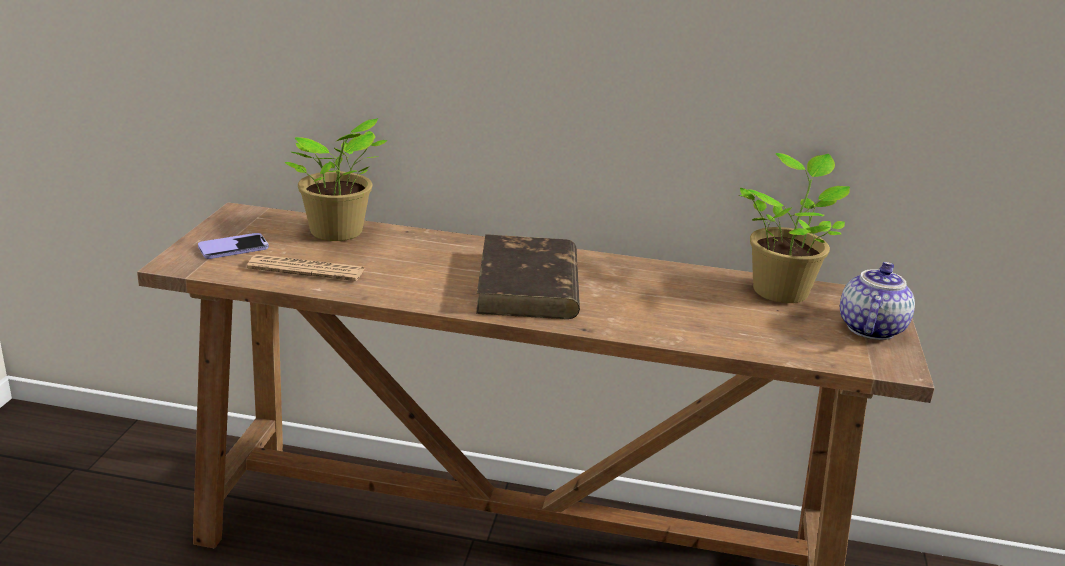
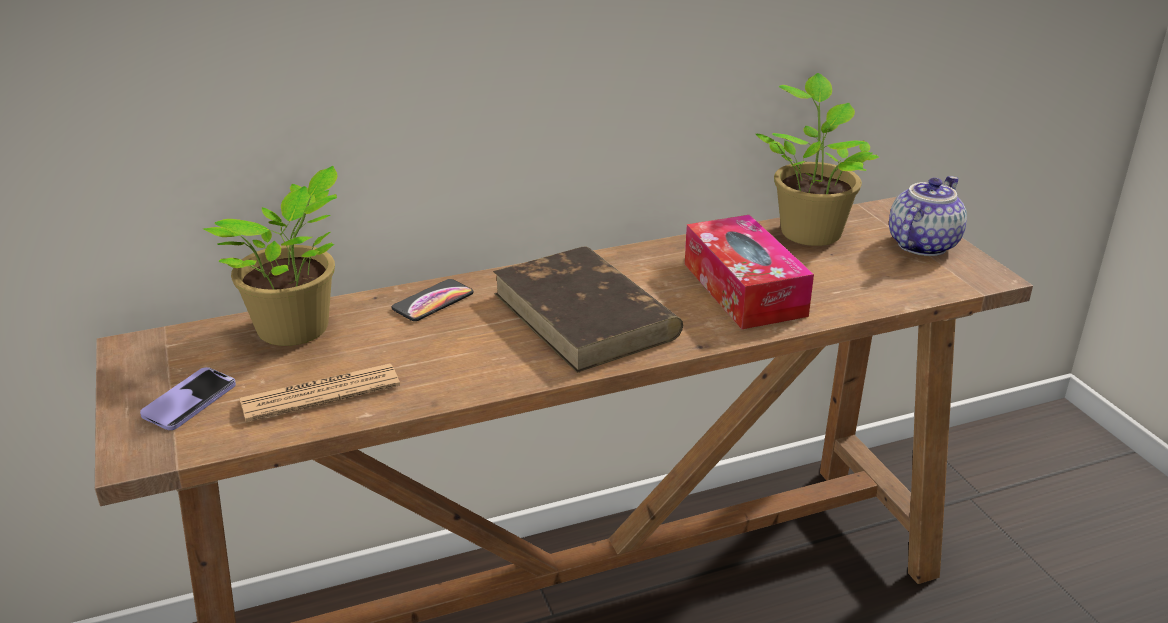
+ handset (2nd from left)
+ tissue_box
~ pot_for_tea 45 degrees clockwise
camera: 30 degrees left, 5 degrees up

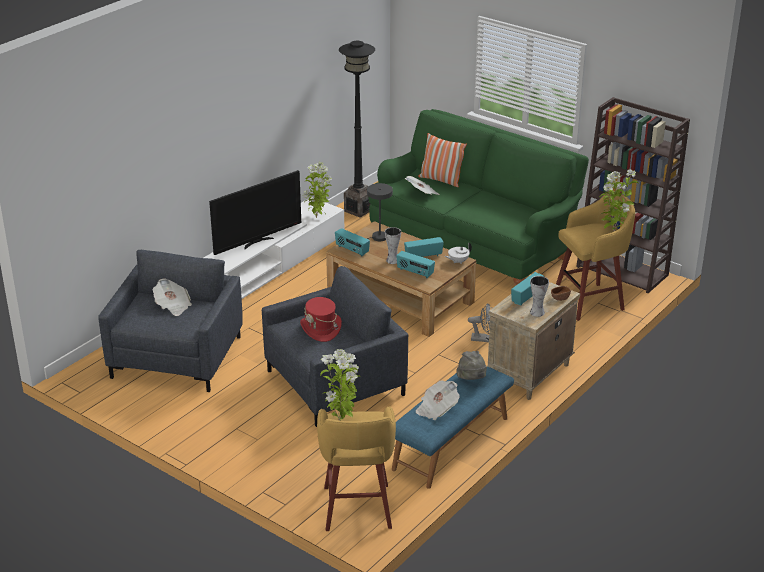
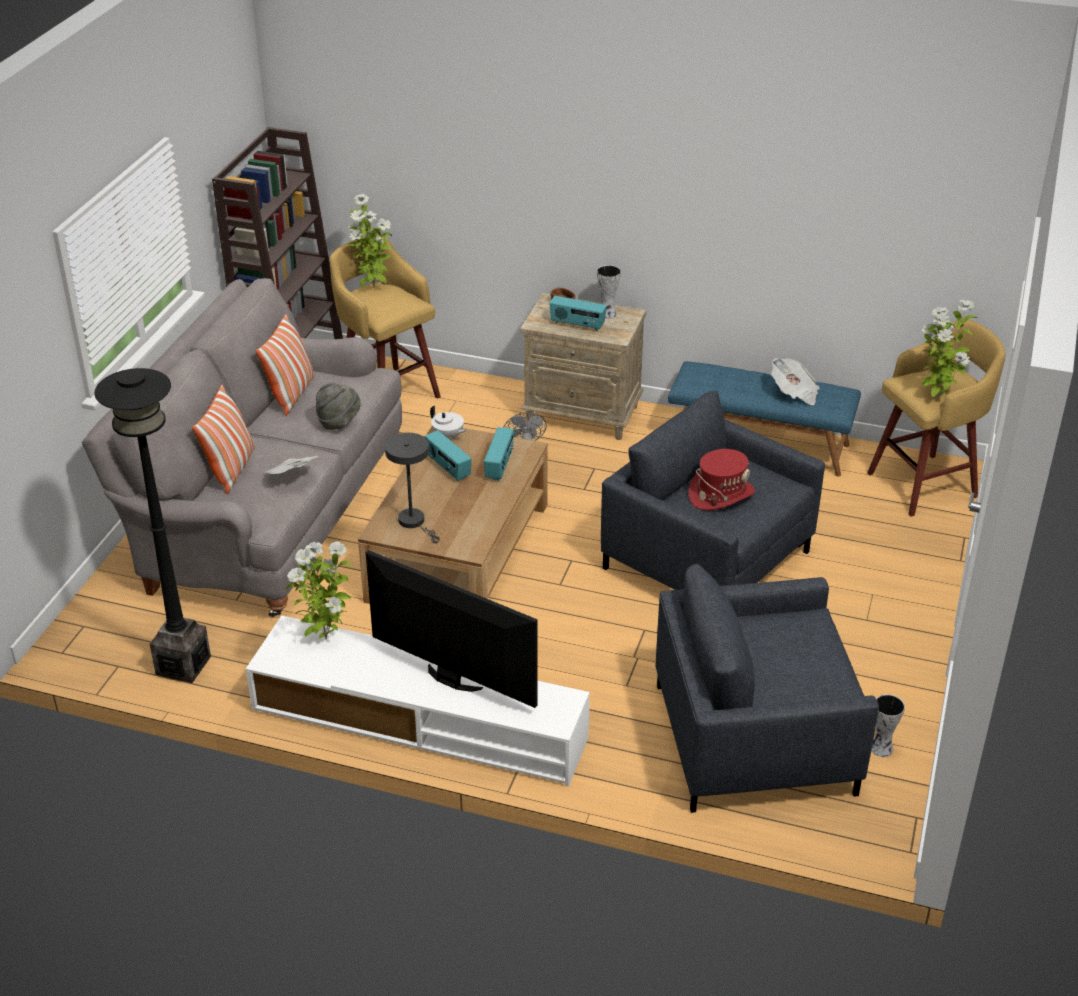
~ greenish_sofa to grey_sofa
+ cushion (2nd from left)
~ grey_hat
~ decorative_vase (1st from left in the first image) to decorative_vase (2nd from left)
- printed_paper (1st from left)
- radio_receiver (1st from left)
camera: 110 degrees left, 5 degrees up

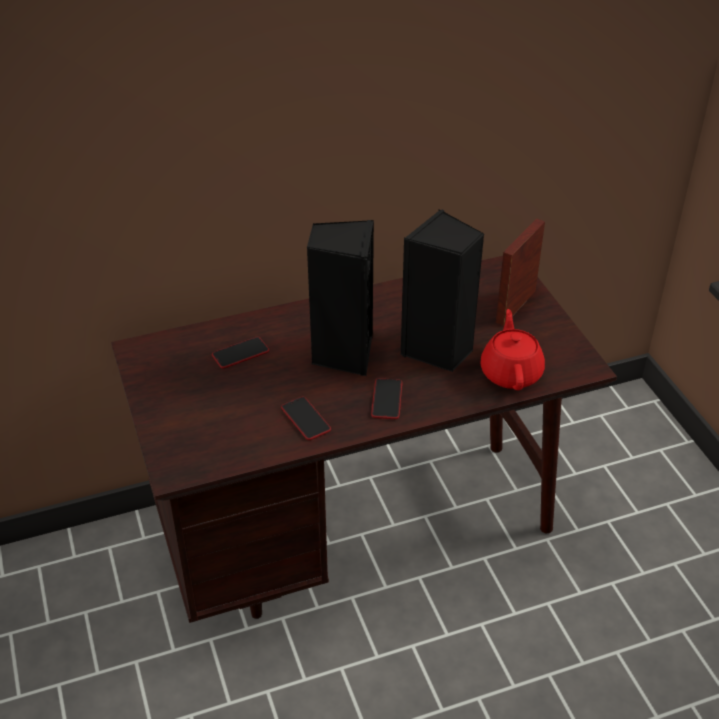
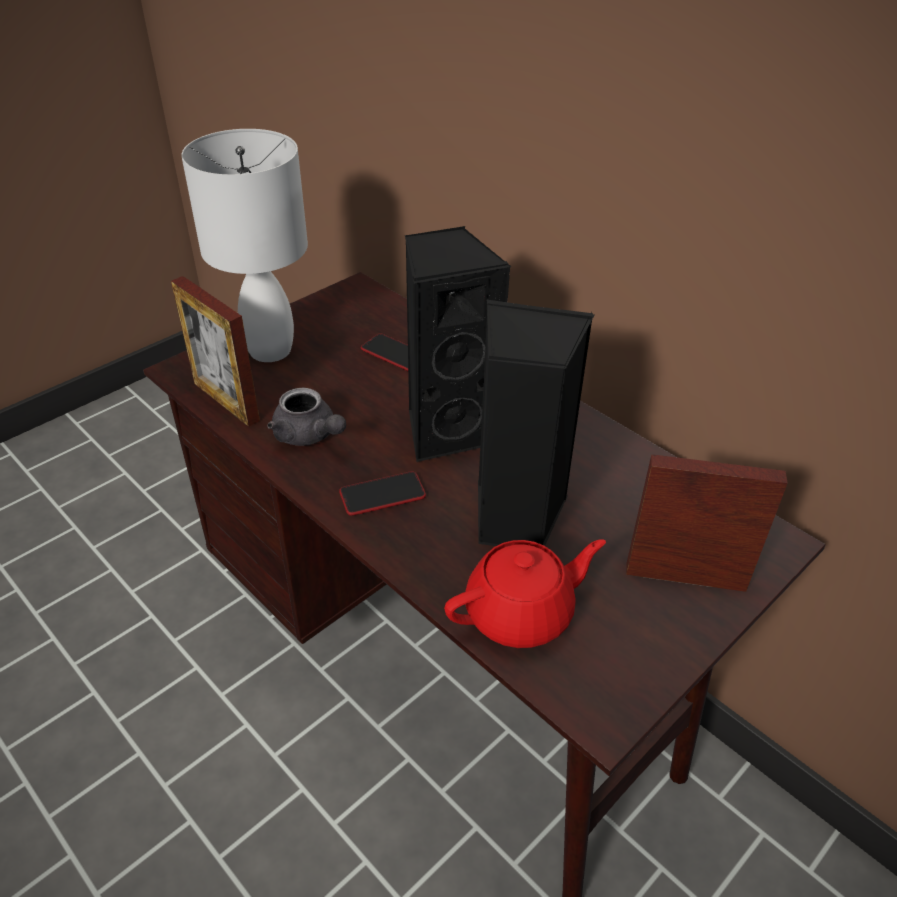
+ standing_frame (1st from left)
+ white_lamp_for_a_table
~ handset (2nd from left) to grey_pot_for_tea
camera: 65 degrees right, 0 degrees up

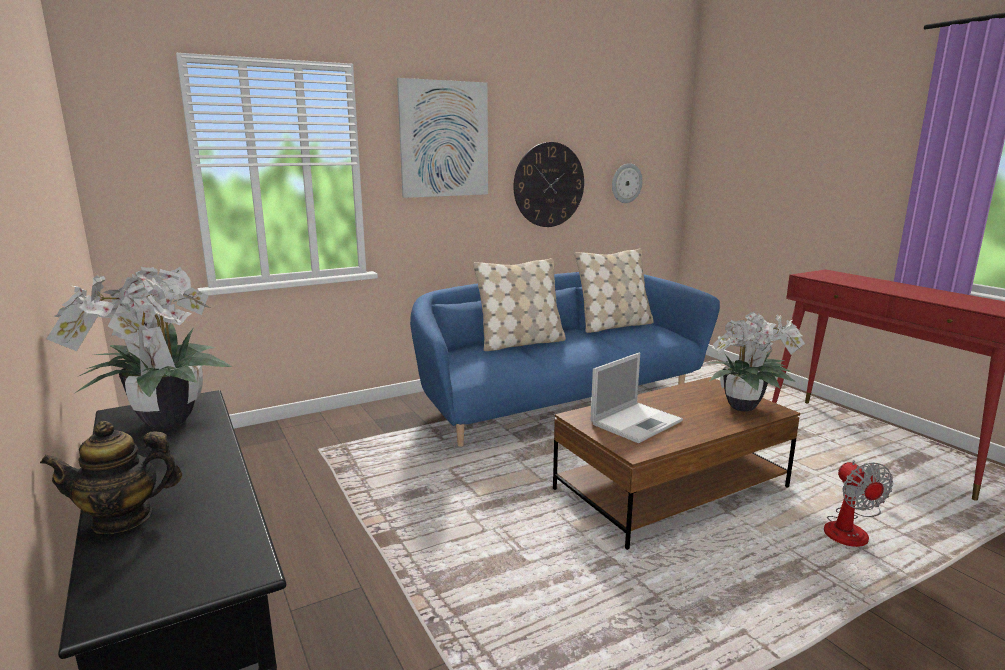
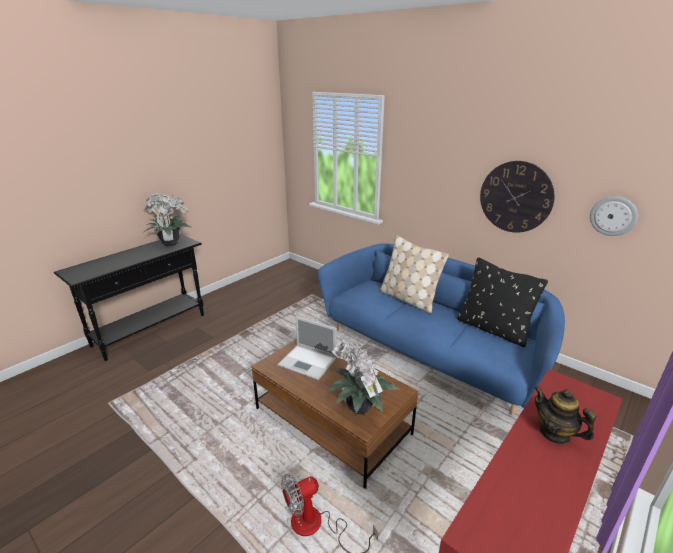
~ sand-coloured_cushion (2nd from left) to blackish_cushion
~ pot_for_tea
- picture
camera: 70 degrees right, 10 degrees up

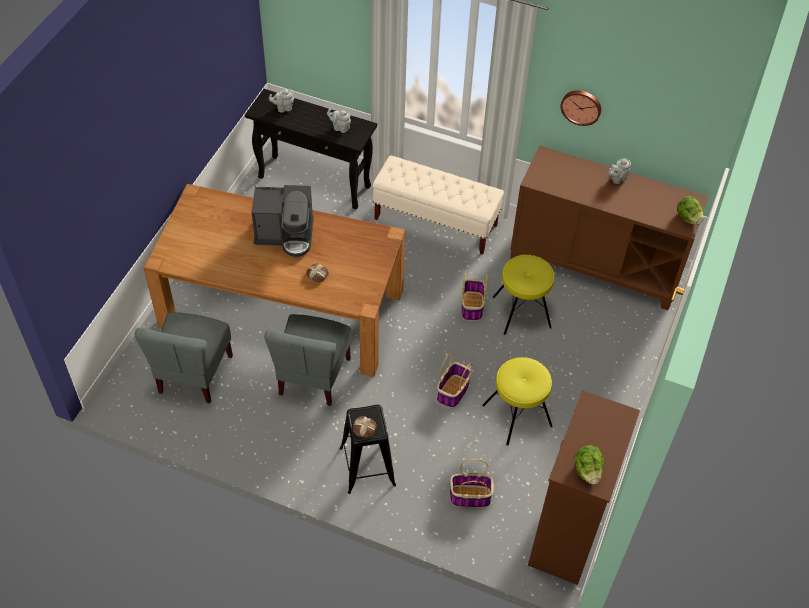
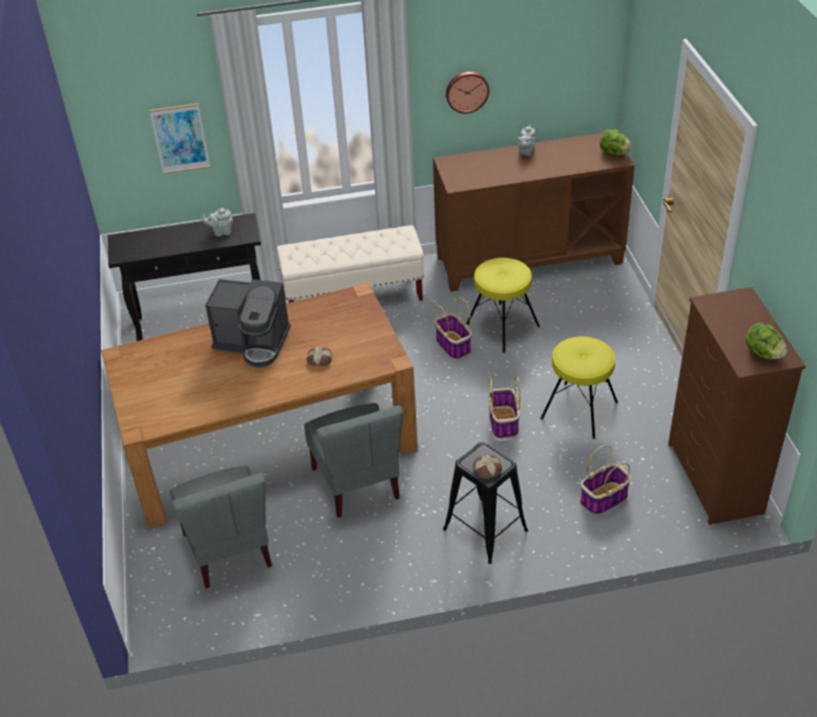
+ picture
~ coffee_maker 45 degrees clockwise
- grey_pot_for_tea (1st from left)
camera: 30 degrees left, 10 degrees down

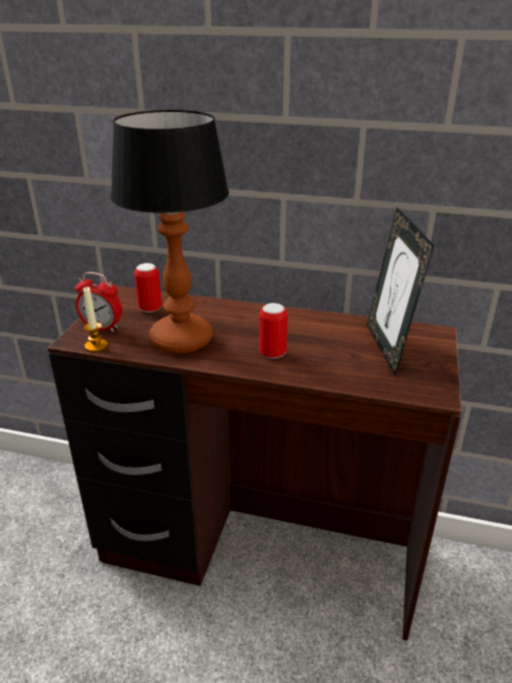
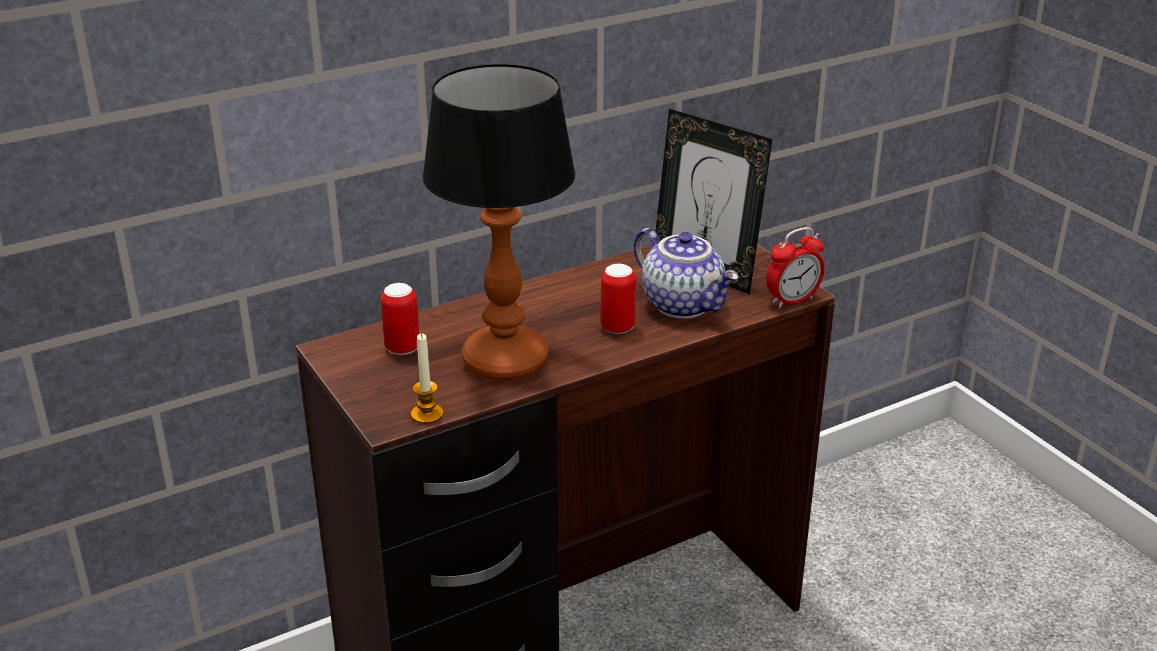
+ pot_for_tea
~ table_clock
camera: 45 degrees left, 0 degrees up

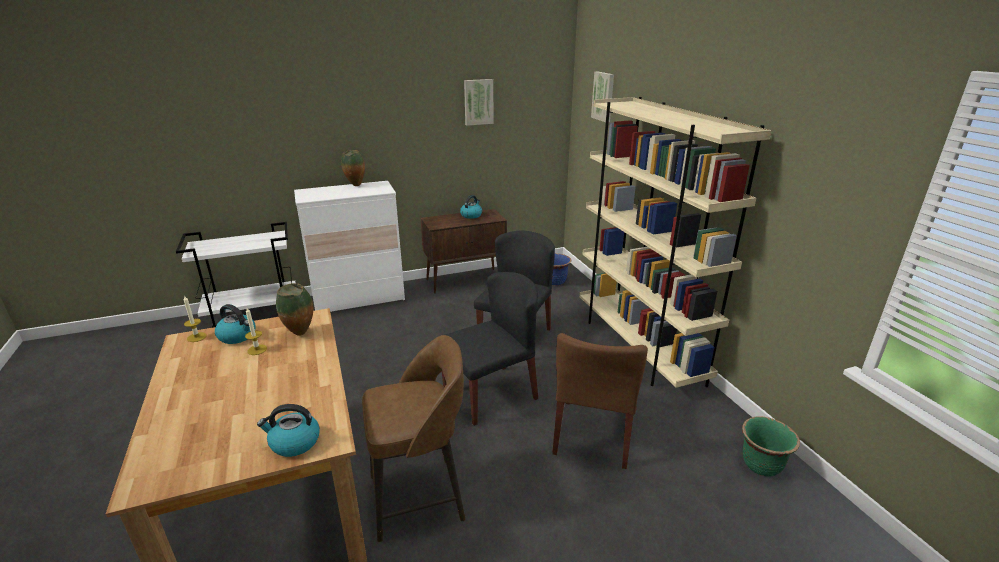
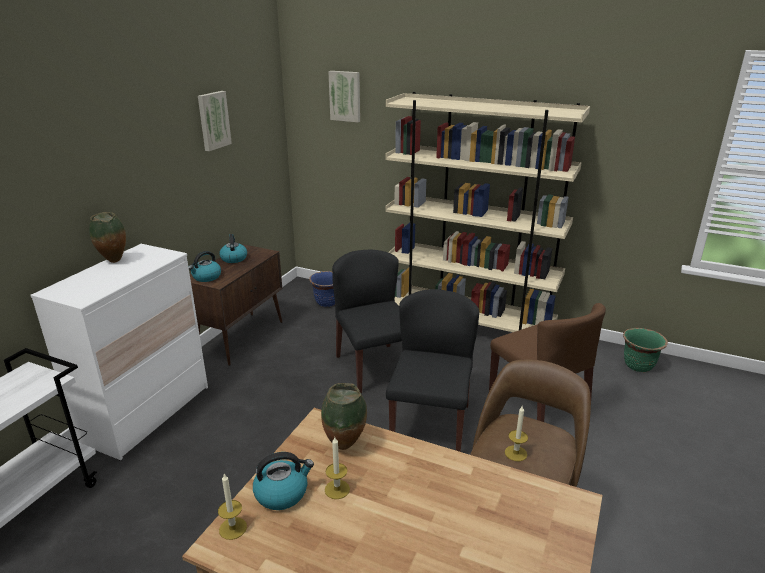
~ water_kettle (2nd from left in the first image) to water_kettle (1st from left)
+ wax_candle (3rd from left)
camera: 45 degrees left, 0 degrees up

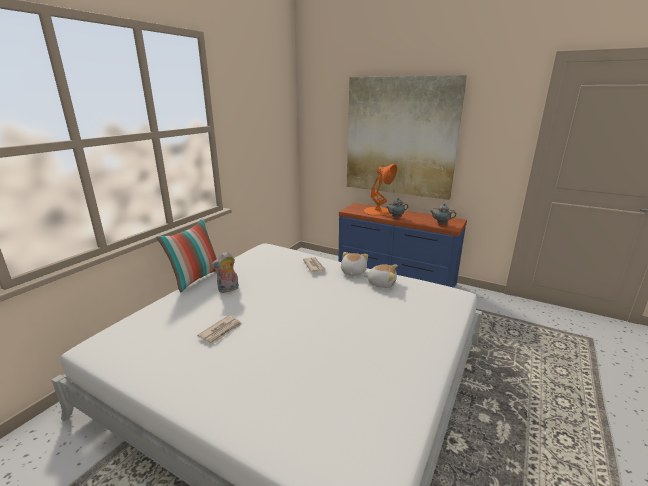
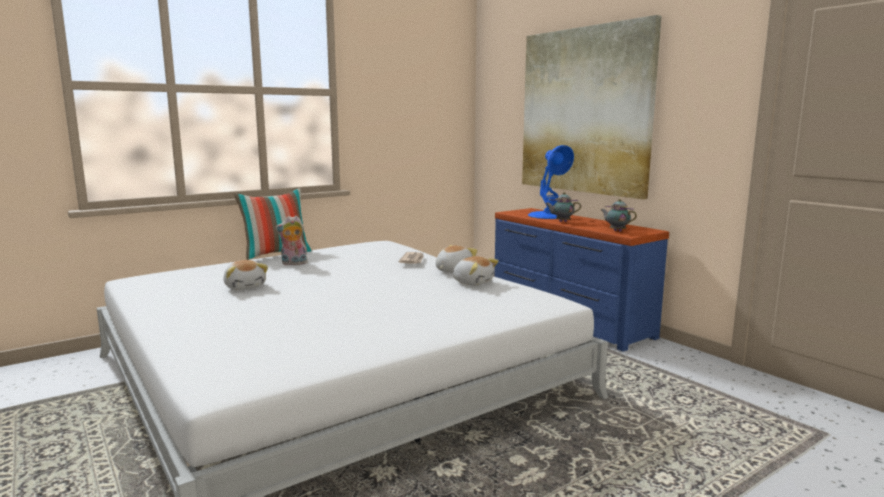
~ printed_paper (1st from left) to plush_toy (1st from left)
~ orangey_lamp_for_a_table to blue_lamp_for_a_table
camera: 25 degrees right, 10 degrees down

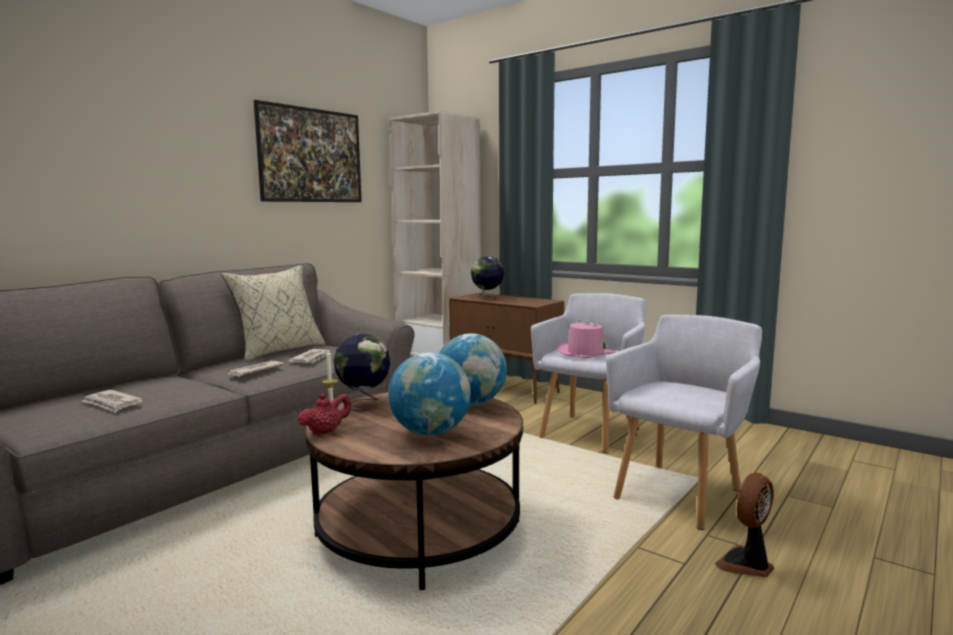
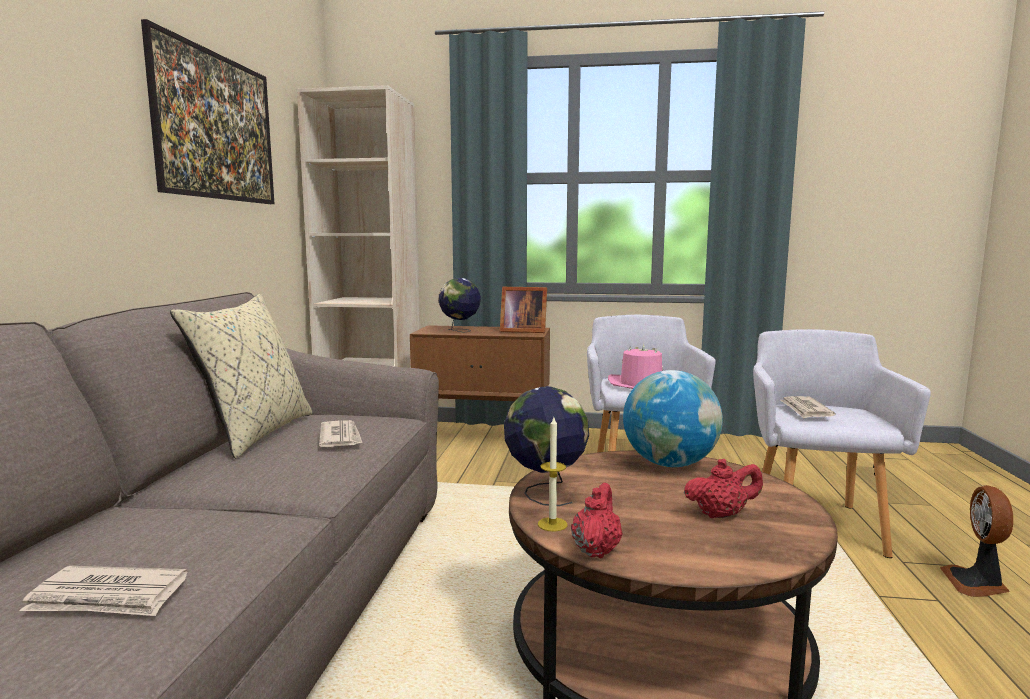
+ standing_frame
~ world_globe (2nd from left) to reddish_pot_for_tea (2nd from left)
~ printed_paper (2nd from left in the first image) to printed_paper (3rd from left)
camera: 30 degrees left, 0 degrees up

